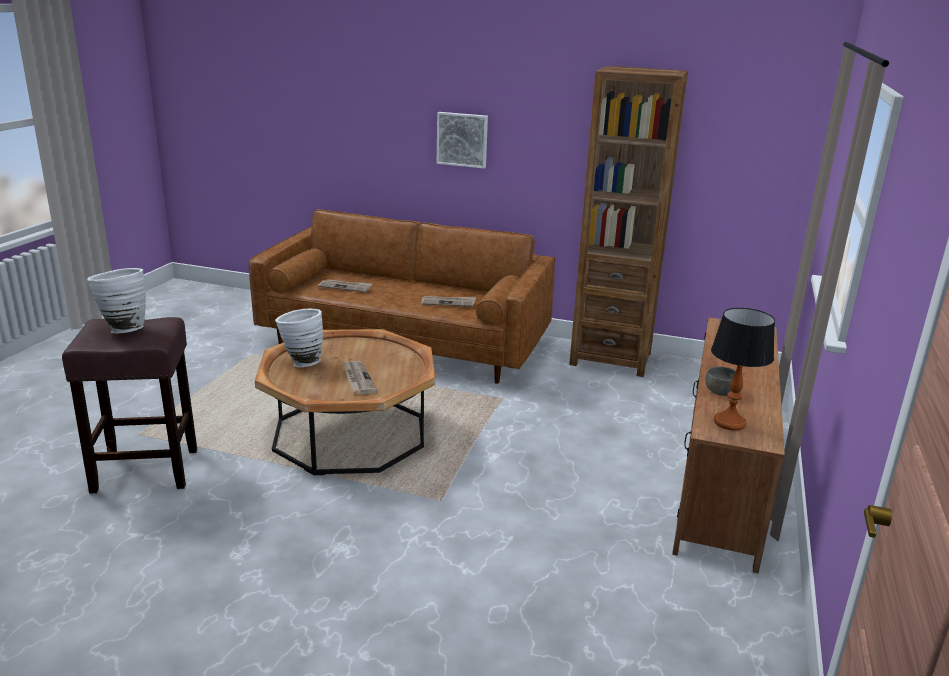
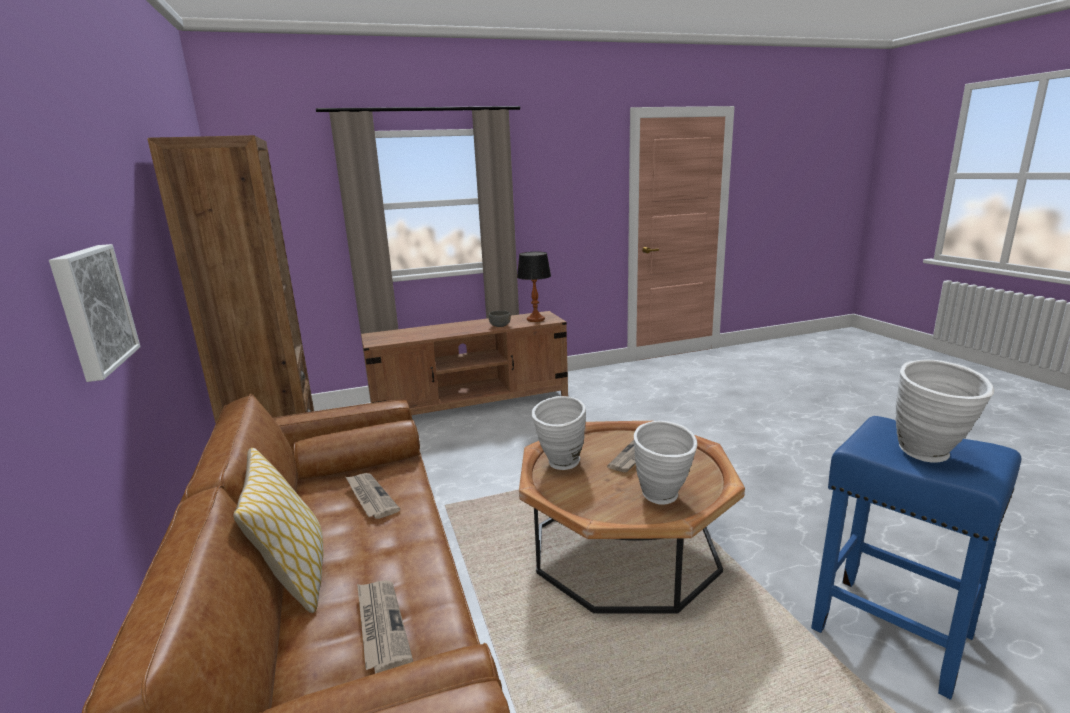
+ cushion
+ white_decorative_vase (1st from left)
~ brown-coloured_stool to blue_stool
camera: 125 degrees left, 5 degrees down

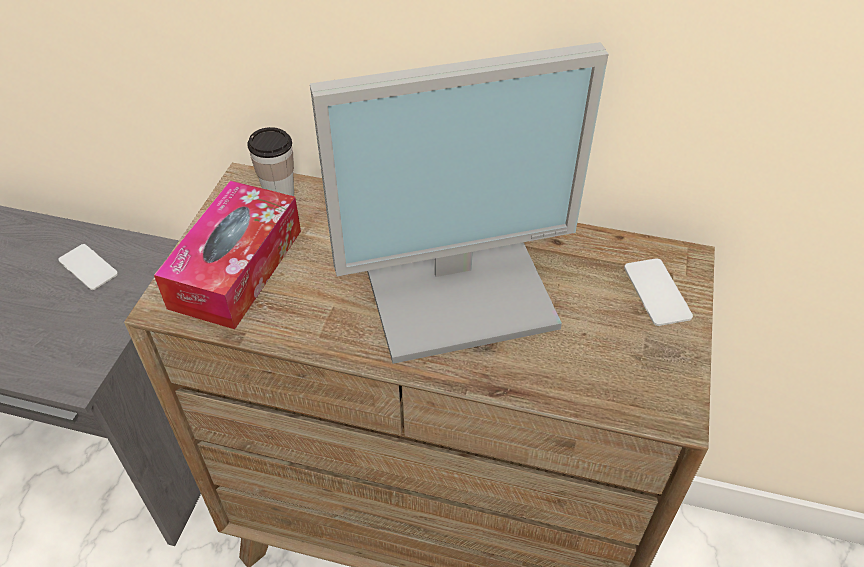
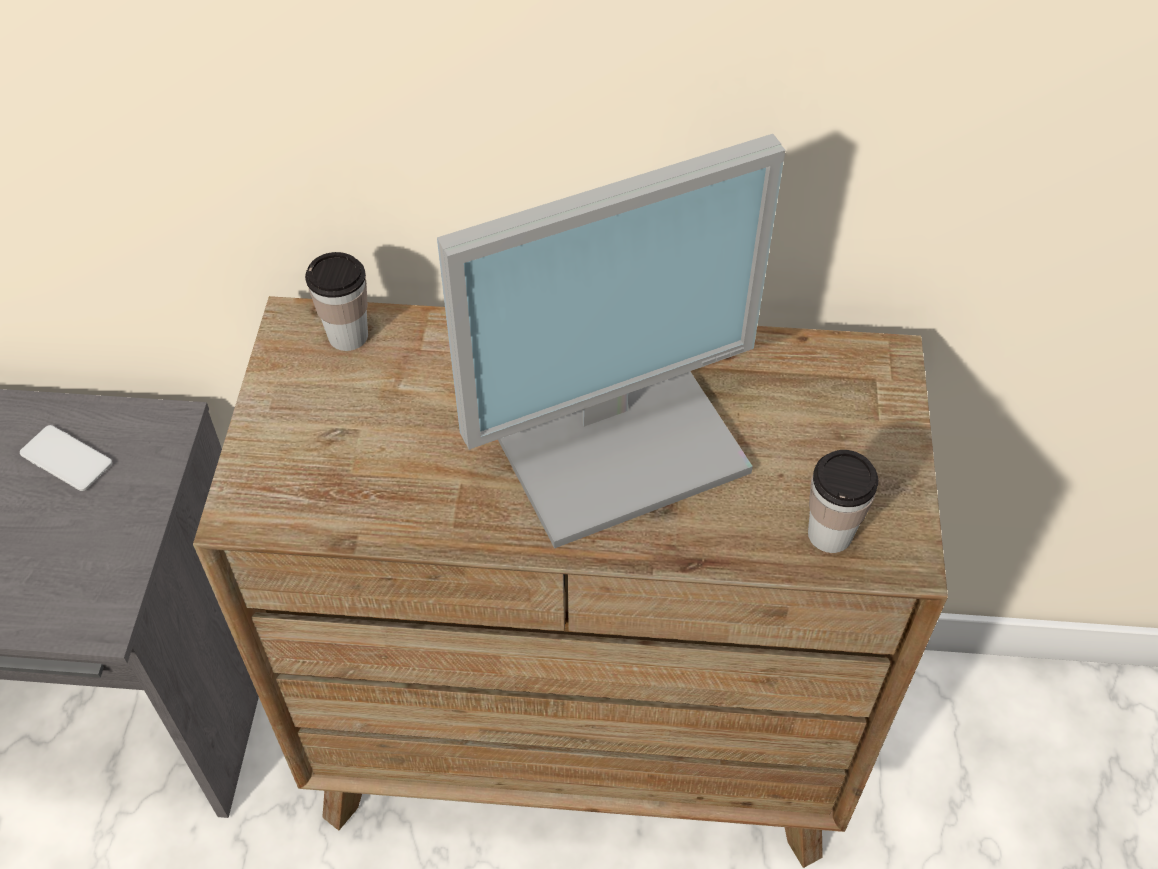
+ drinking_cup (2nd from left)
- tissue_box
- handset (2nd from left)
camera: 10 degrees left, 5 degrees up

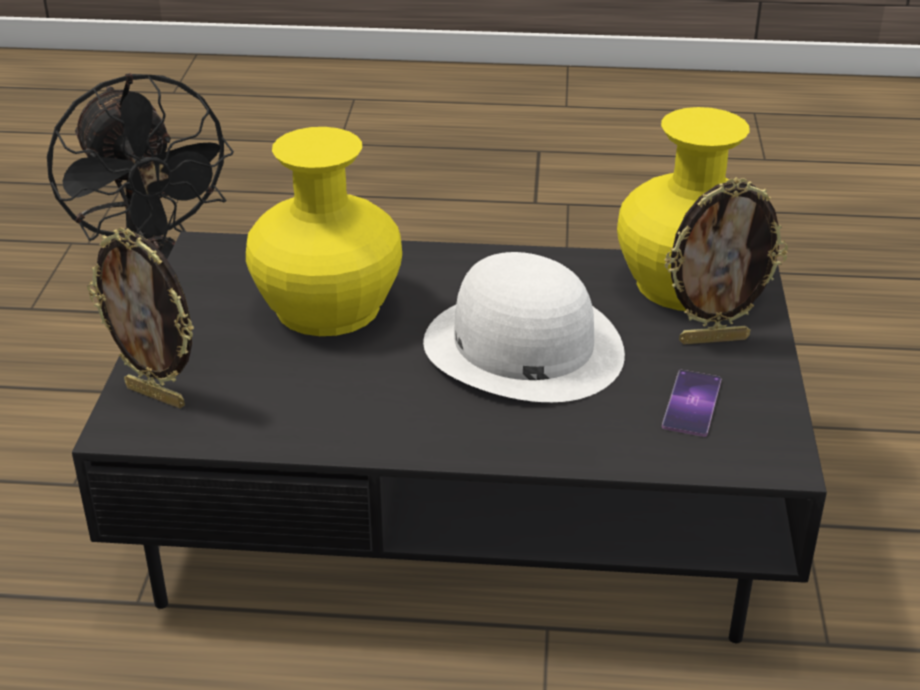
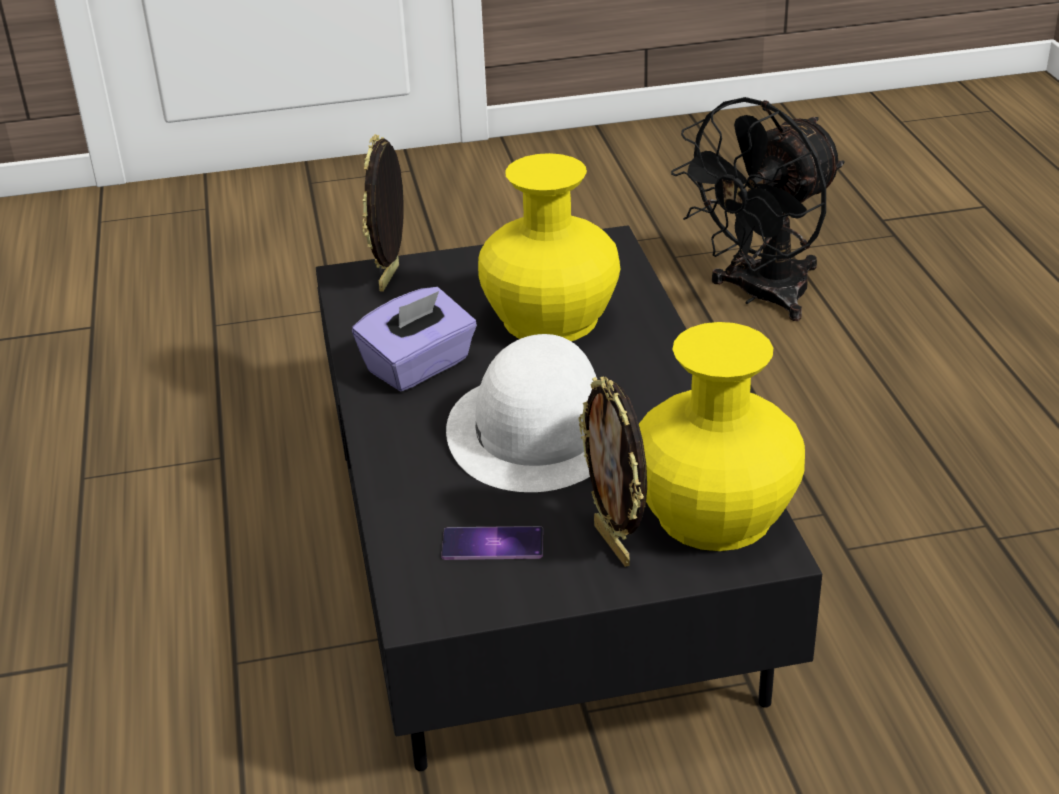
+ purplish_tissue_box
camera: 75 degrees right, 0 degrees up

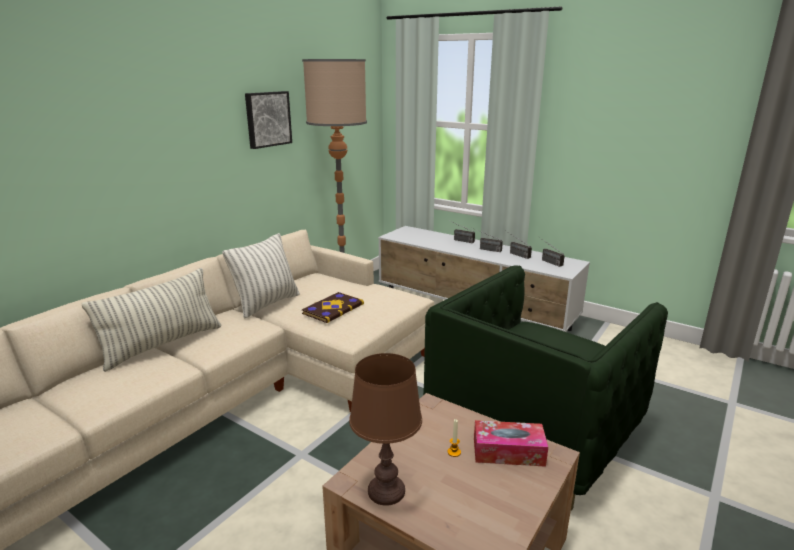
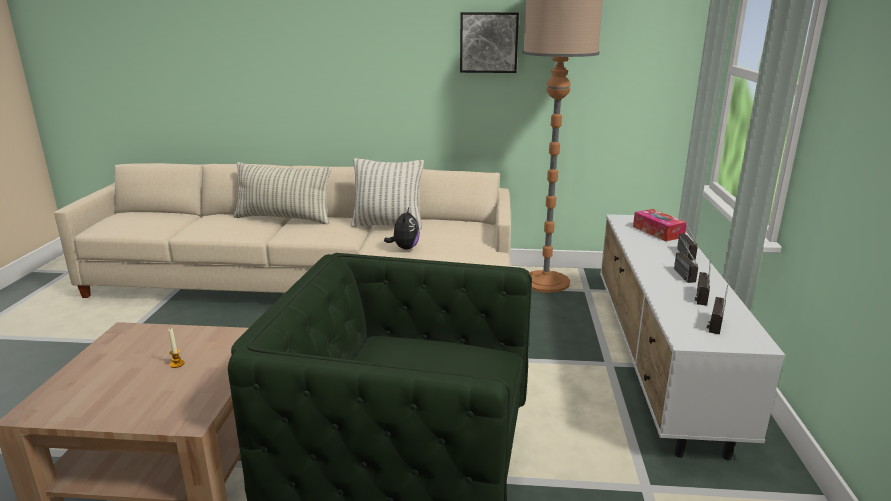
~ bound_book to plush_toy
~ tissue_box
- brown-coloured_lamp_for_a_table
camera: 60 degrees right, 0 degrees up

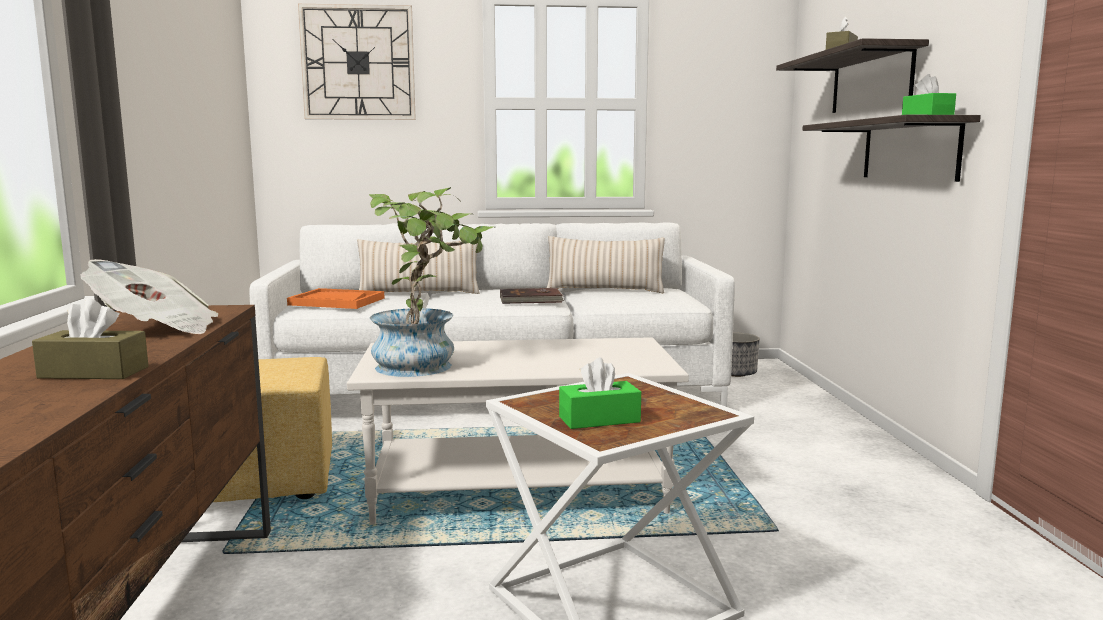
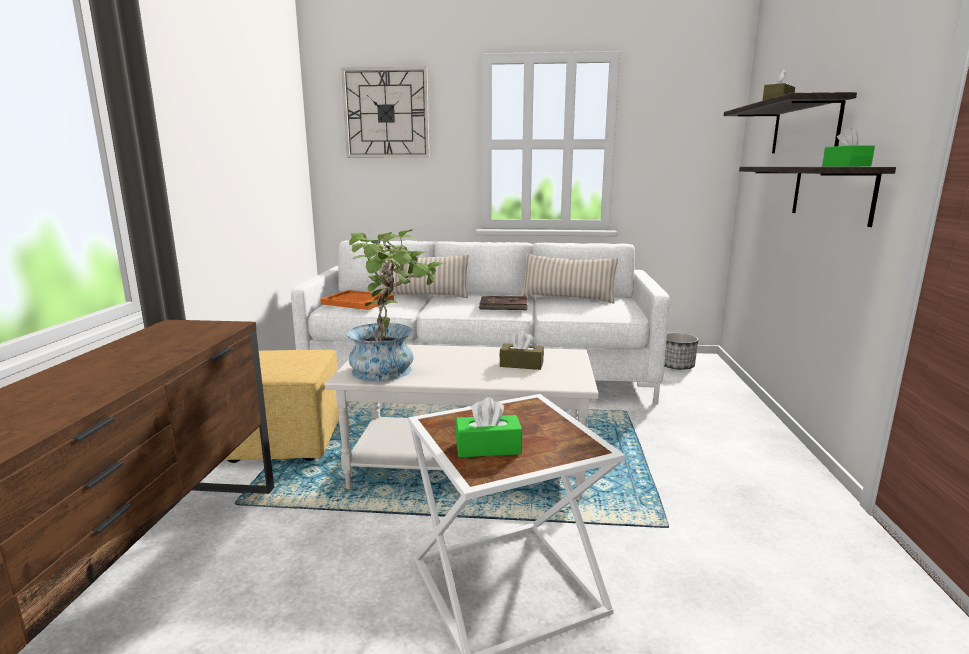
~ brown-coloured_tissue_box (1st from left)
- printed_paper
camera: 10 degrees right, 5 degrees up

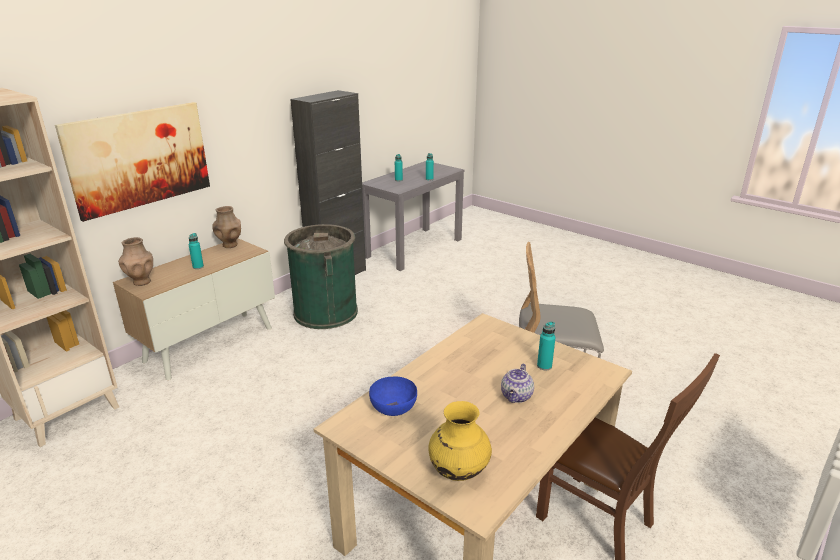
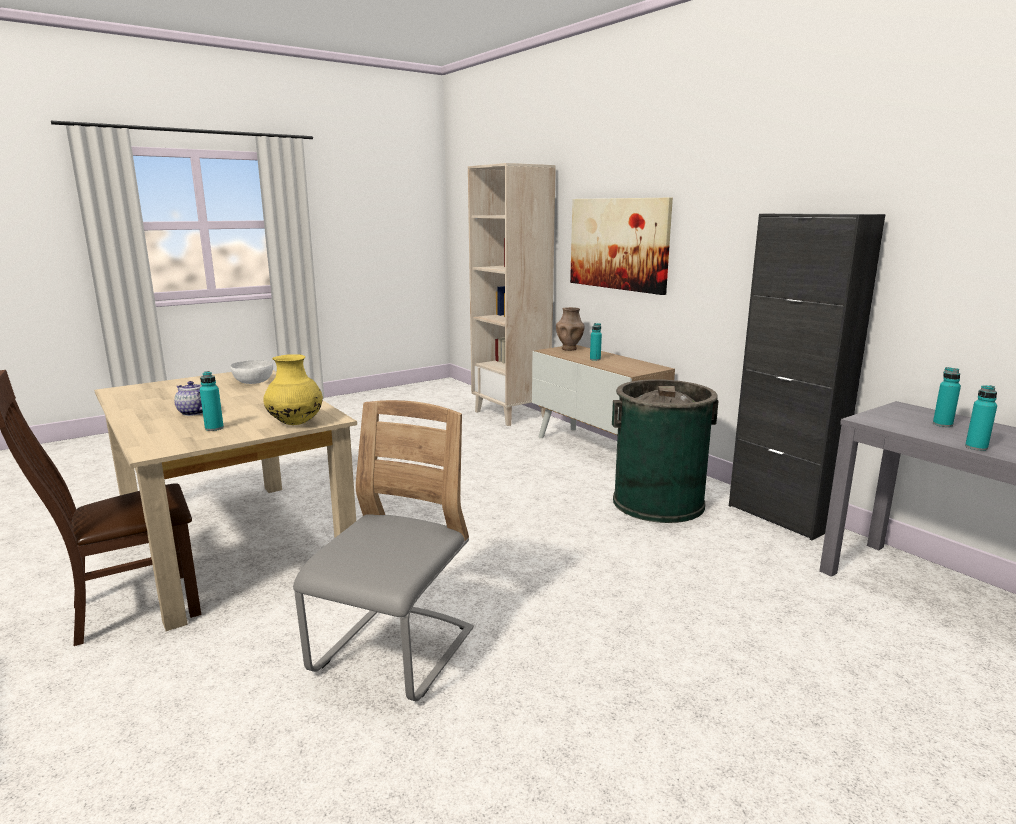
~ blue_bowl to white_bowl
~ yellowish_decorative_vase
- brown-coloured_decorative_vase (2nd from left)
camera: 105 degrees right, 10 degrees down

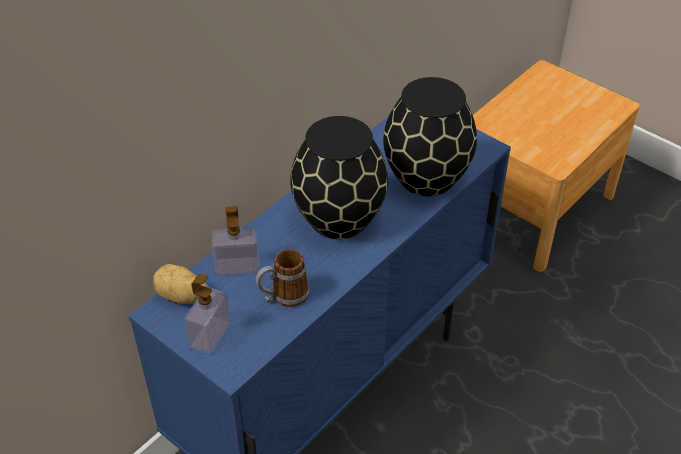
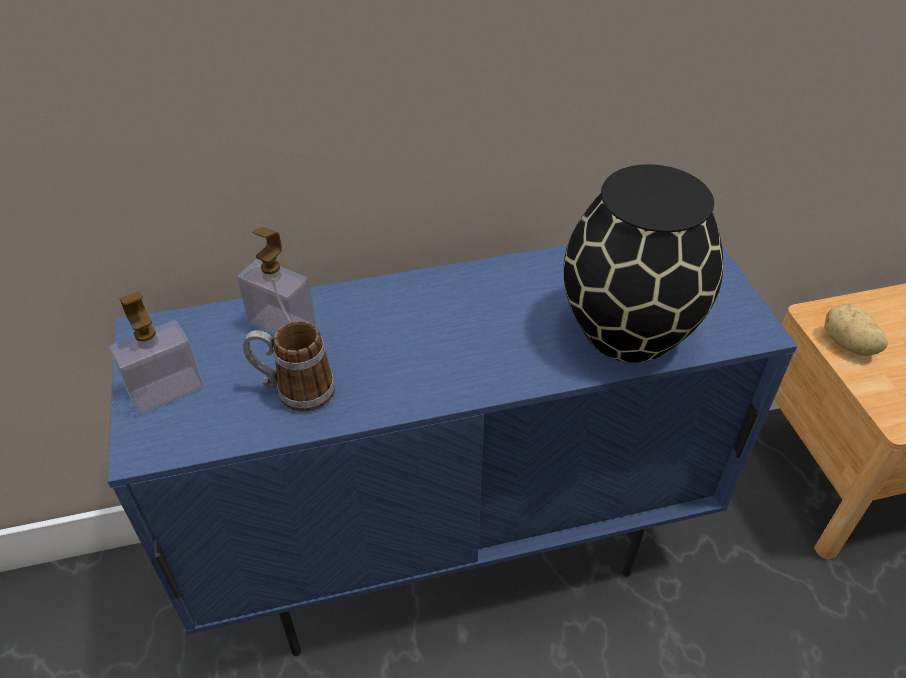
~ potato
- blackish_decorative_vase (1st from left)
camera: 35 degrees right, 0 degrees up

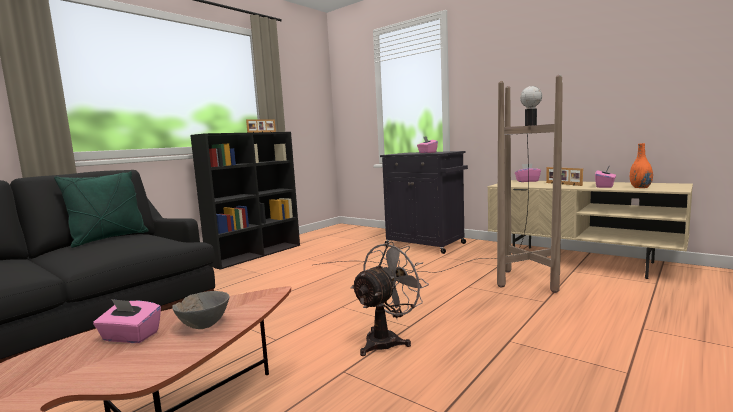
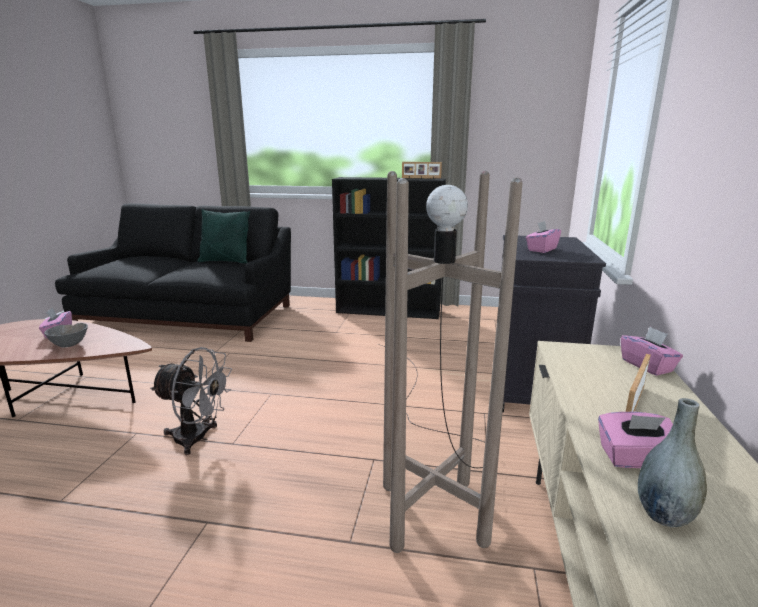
~ orangey_decorative_vase to grey_decorative_vase
camera: 60 degrees right, 10 degrees up

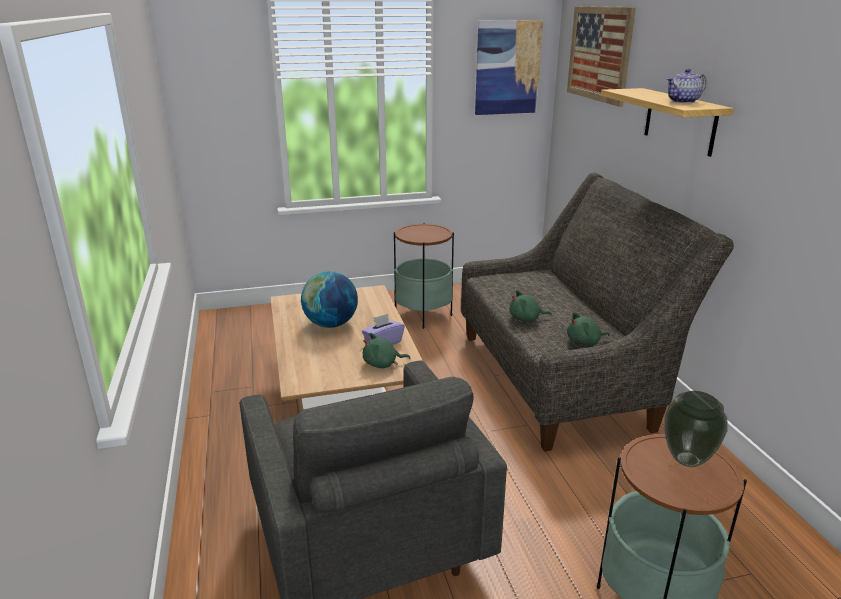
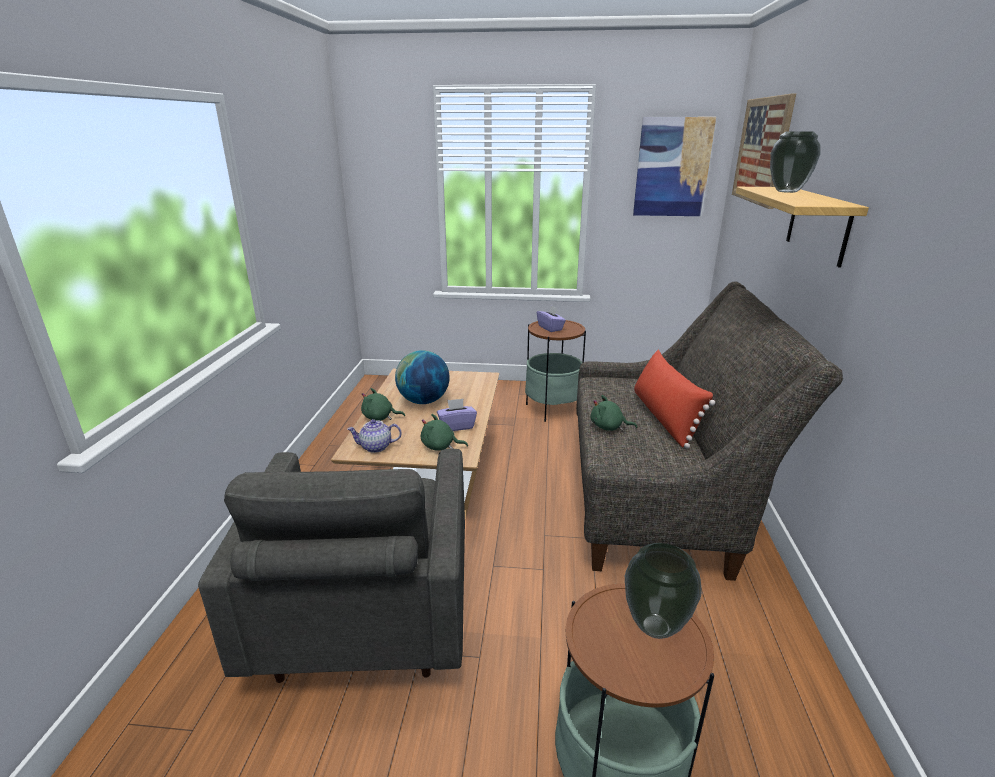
~ pot_for_tea
~ greenish_plush_toy (3rd from left in the first image) to greenish_plush_toy (1st from left)
+ purplish_tissue_box (2nd from left)
+ reddish_cushion
+ decorative_vase (2nd from left)
camera: 20 degrees right, 0 degrees up

